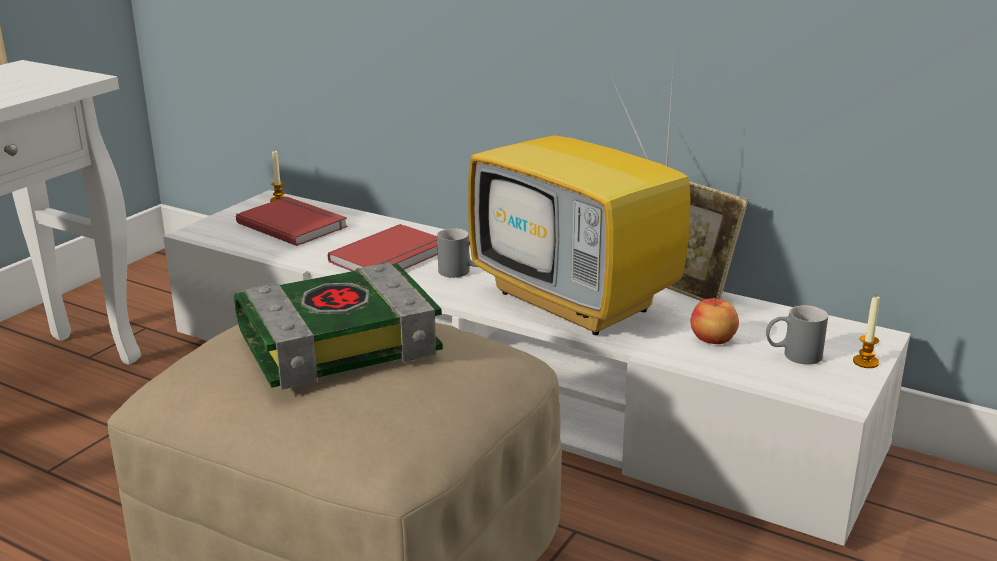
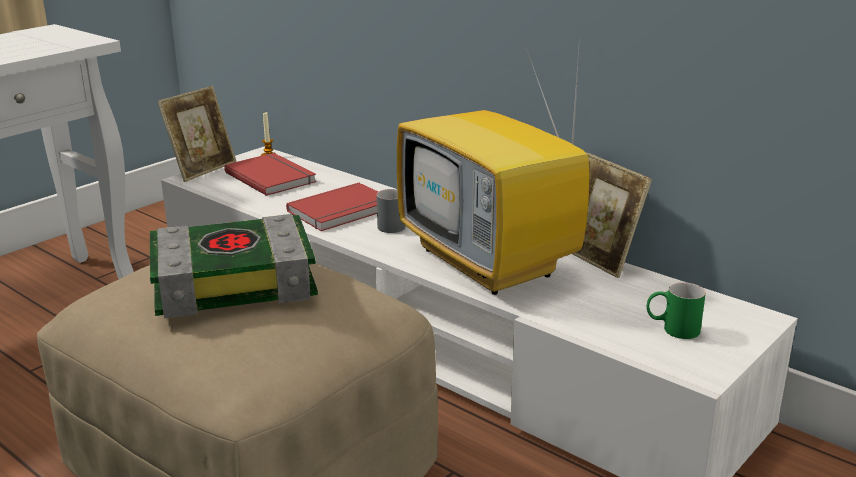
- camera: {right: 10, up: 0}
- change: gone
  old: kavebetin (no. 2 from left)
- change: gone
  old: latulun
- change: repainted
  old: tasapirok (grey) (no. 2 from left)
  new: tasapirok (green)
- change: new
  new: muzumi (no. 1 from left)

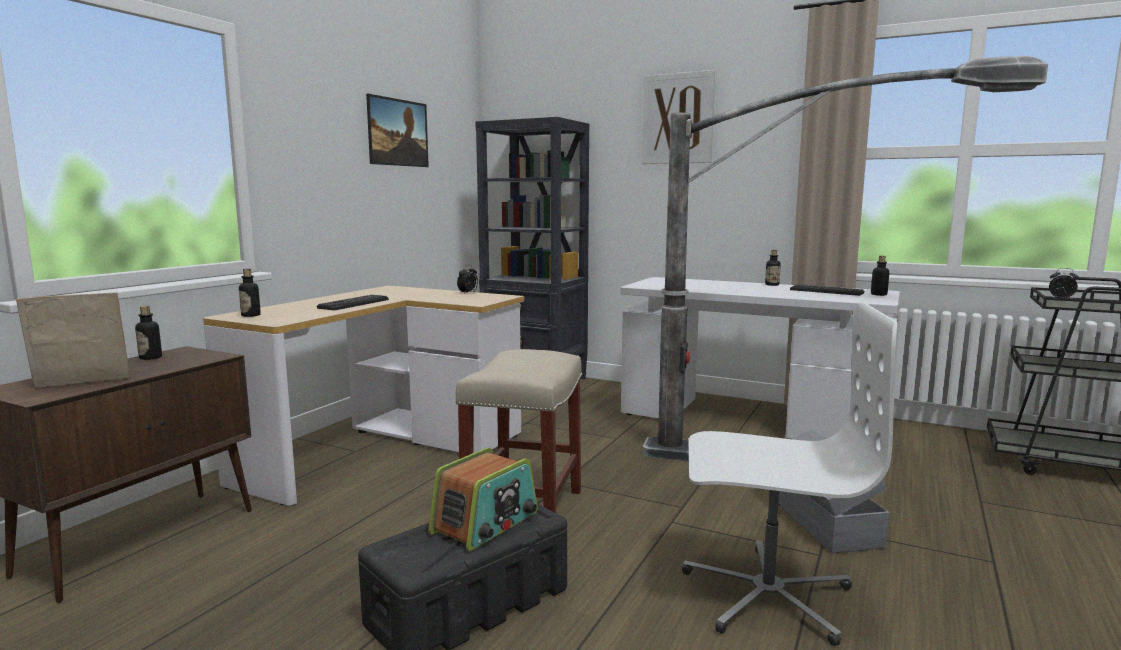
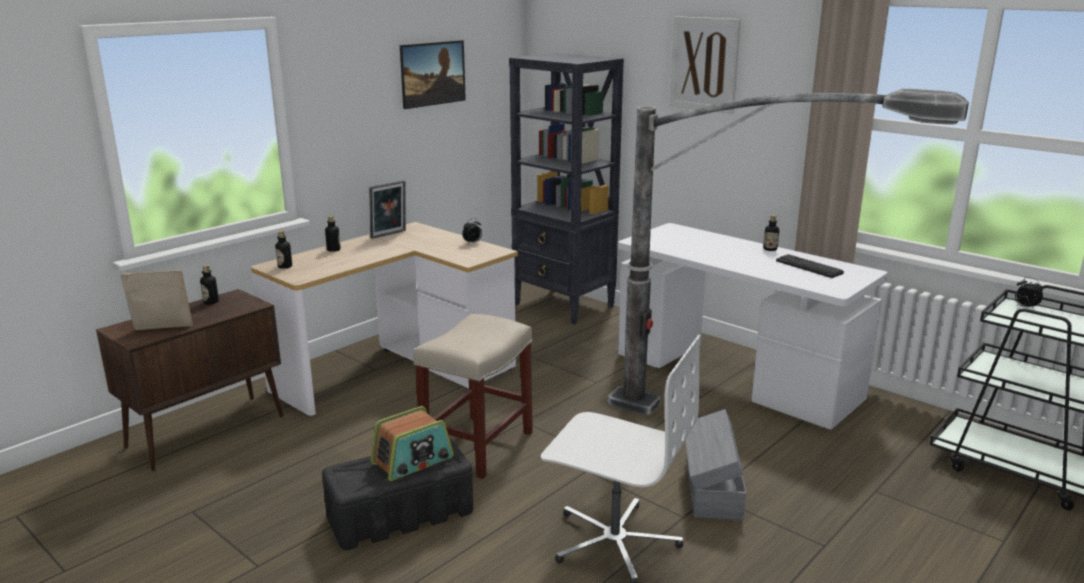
- camera: {right: 15, up: 10}
- change: shifted
  old: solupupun (no. 4 from left in the first image)
  new: solupupun (no. 3 from left)
- change: gone
  old: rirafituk (no. 1 from left)
- change: new
  new: muzumi (no. 2 from left)

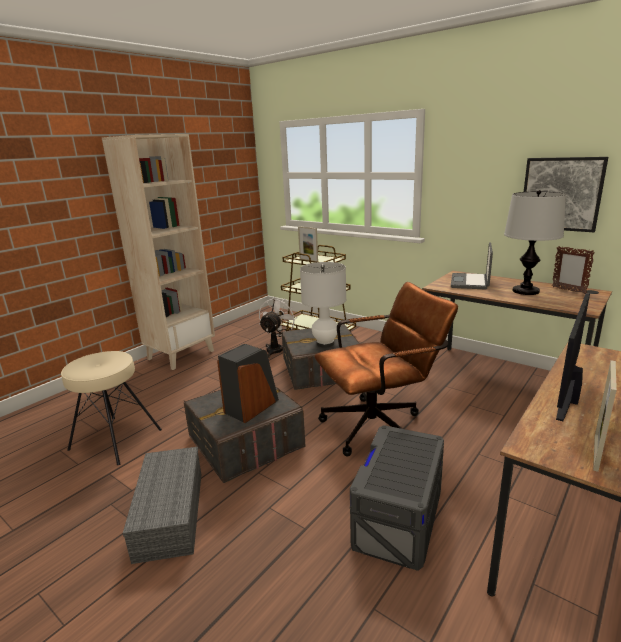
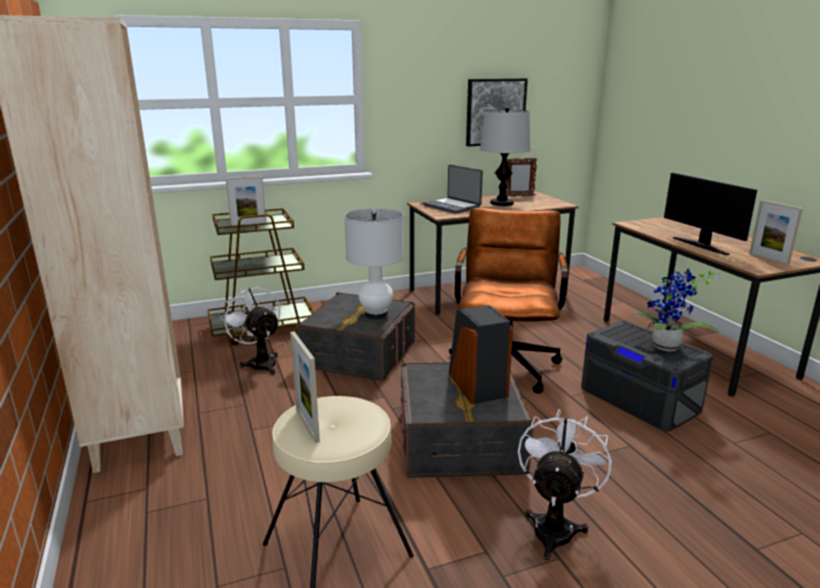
- camera: {right: -60, up: 0}
- change: swapped
  old: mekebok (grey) (no. 1 from left)
  new: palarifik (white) (no. 2 from left)
- change: new
  new: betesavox
- change: new
  new: muzumi (no. 2 from left)

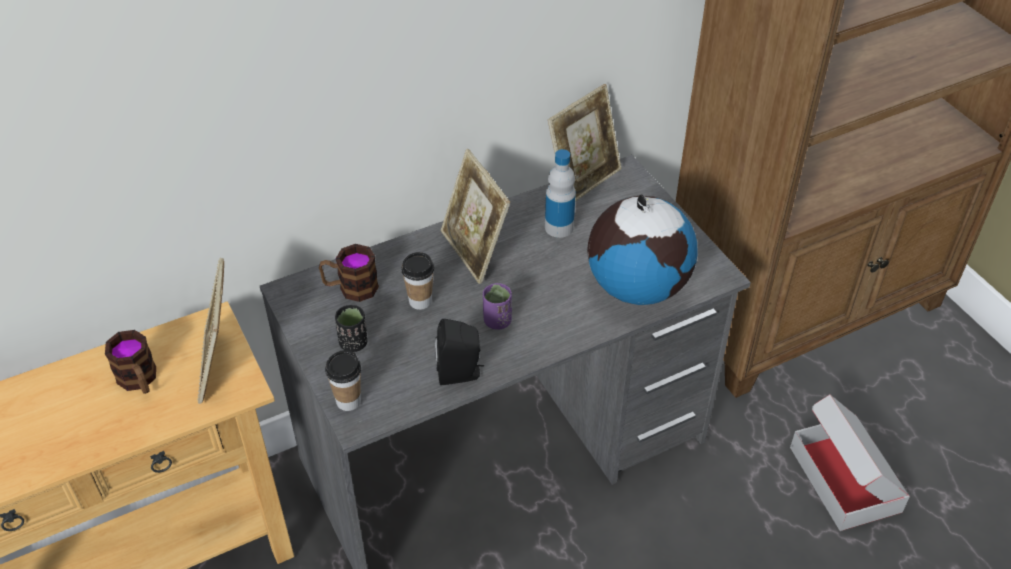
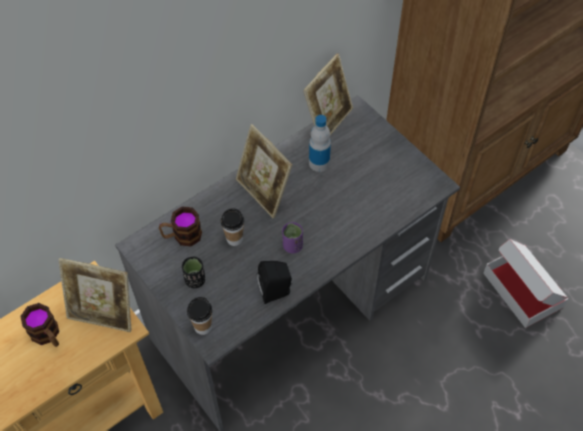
- camera: {right: -10, up: 10}
- change: gone
  old: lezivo
- change: rotated
  old: muzumi (no. 1 from left)
  degrees: -60

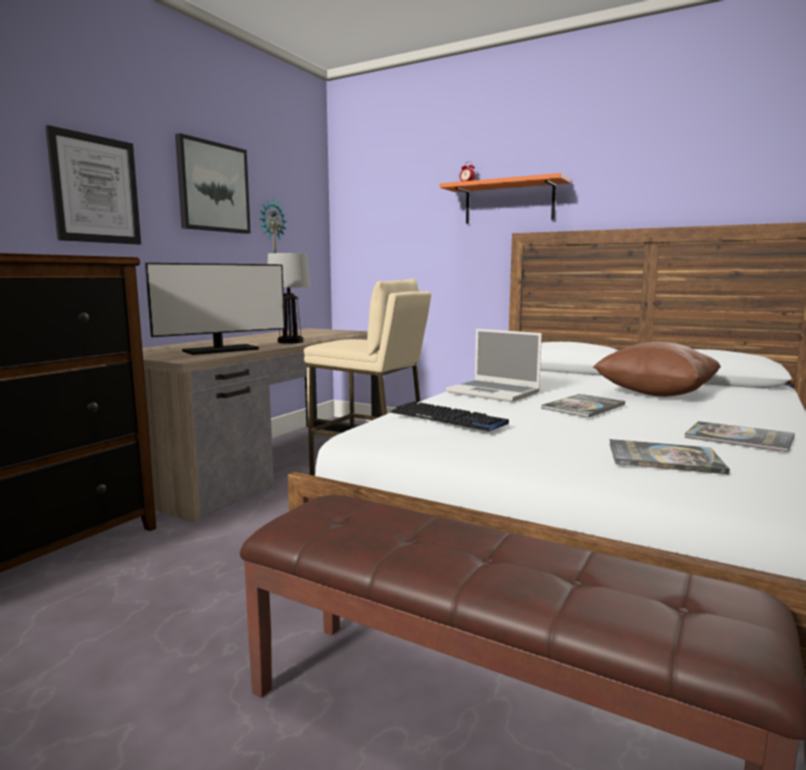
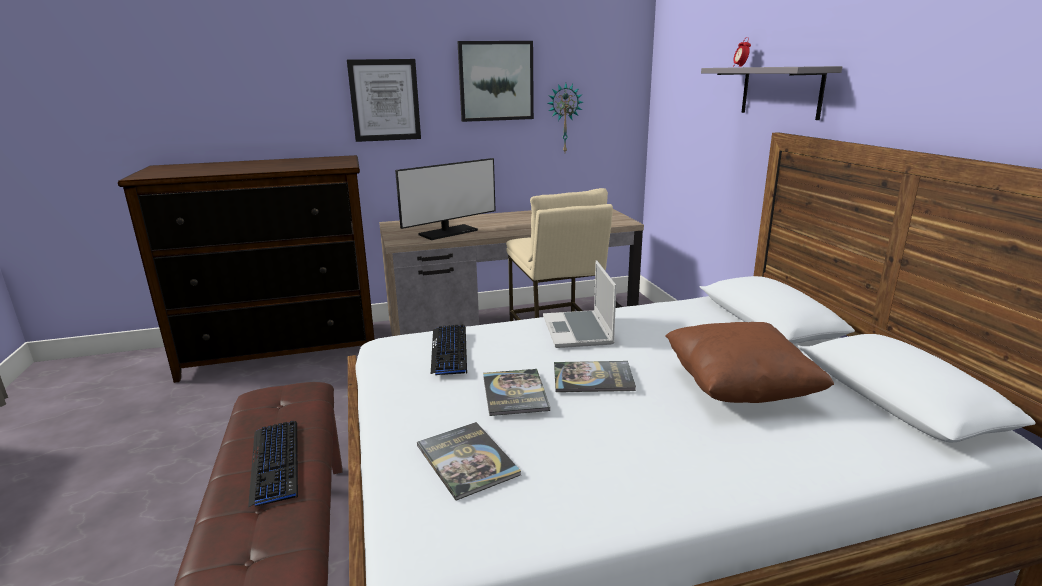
- camera: {right: 45, up: 10}
- change: repainted
  old: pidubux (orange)
  new: pidubux (grey)
- change: gone
  old: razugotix
- change: rotated
  old: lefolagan
  degrees: -45
- change: shifted
  old: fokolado (no. 3 from left in the first image)
  new: fokolado (no. 2 from left)
- change: new
  new: rirafituk (no. 1 from left)

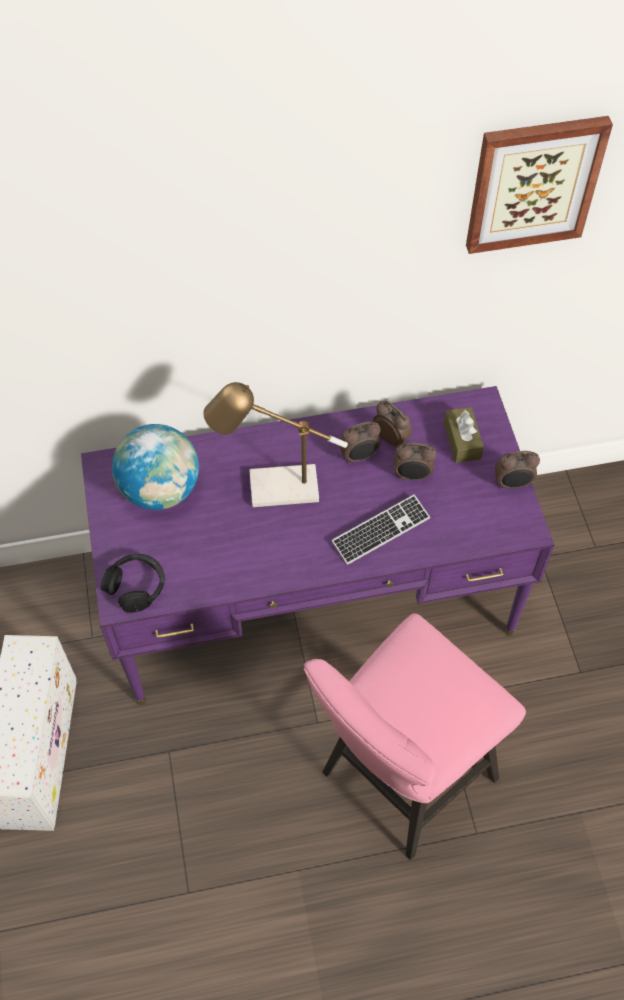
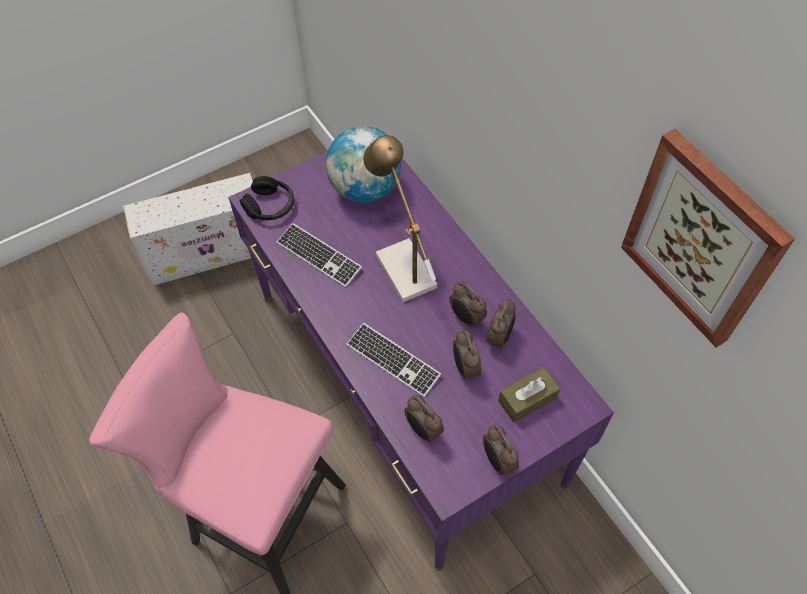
- camera: {right: 70, up: 0}
- change: new
  new: rirafituk (no. 1 from left)
- change: new
  new: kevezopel (no. 1 from left)

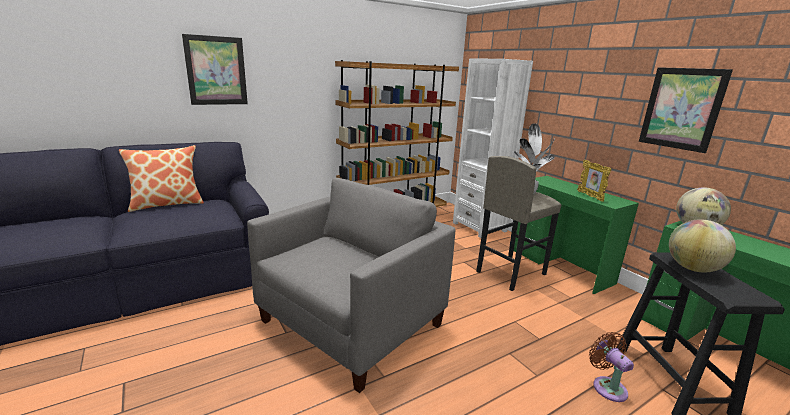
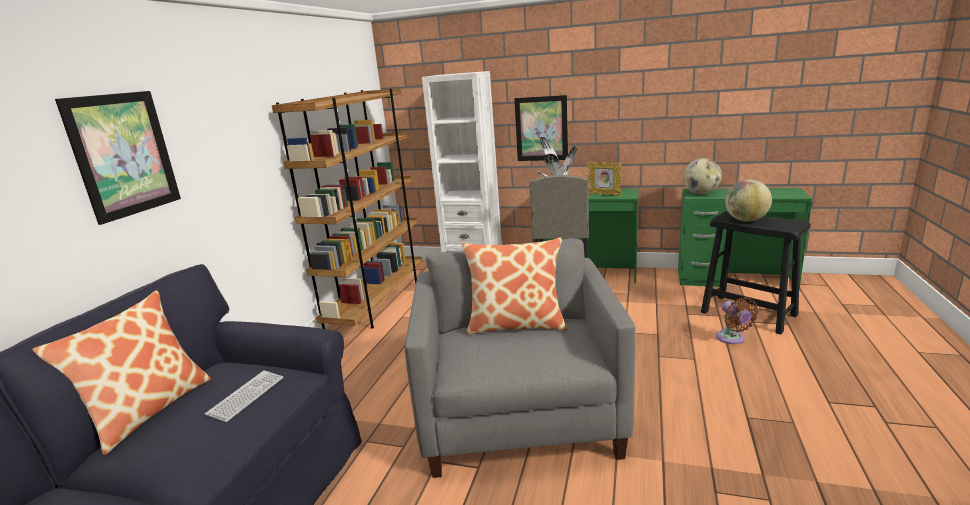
- camera: {right: -40, up: 0}
- change: shifted
  old: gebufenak (no. 2 from left)
- change: rotated
  old: palarifik (brown)
  degrees: -135
- change: new
  new: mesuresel (no. 2 from left)
- change: new
  new: rirafituk

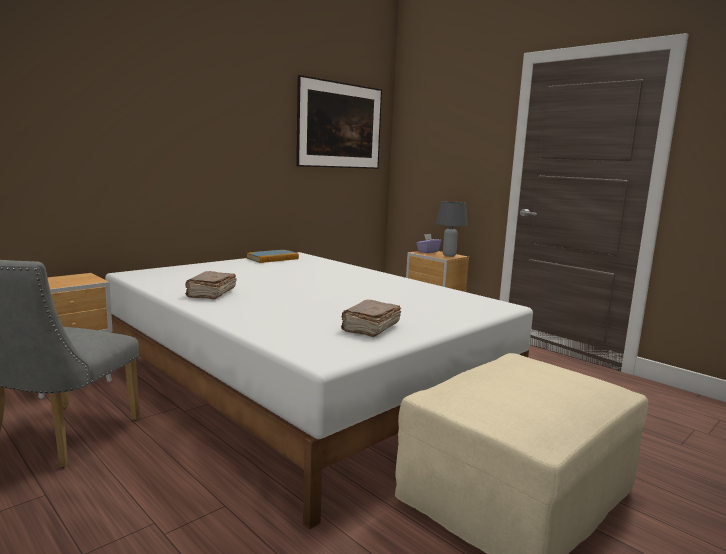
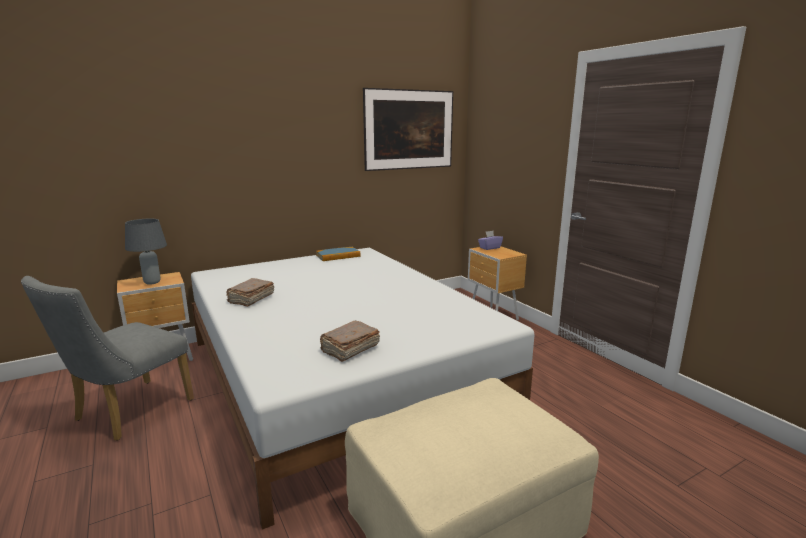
- camera: {right: 15, up: 5}
- change: shifted
  old: razugotix (grey)

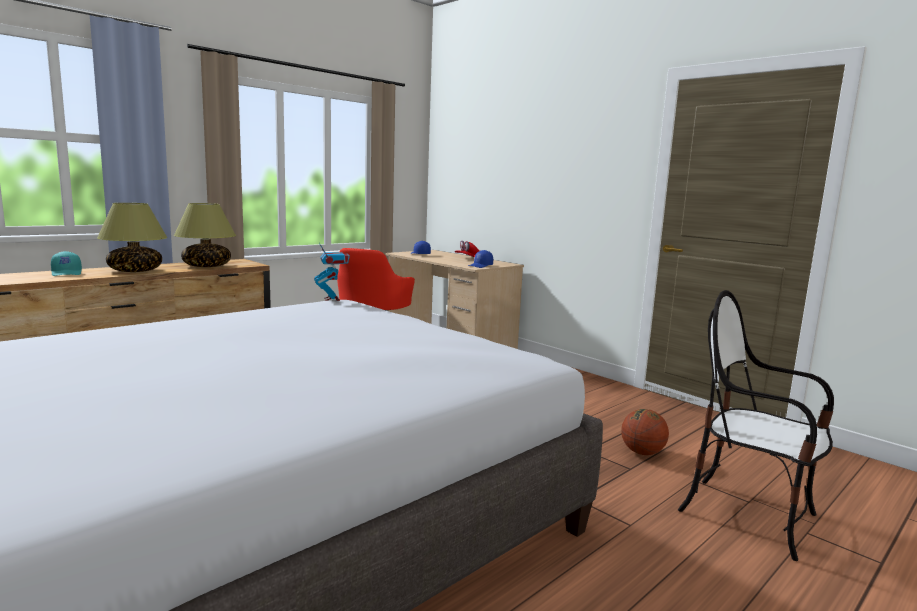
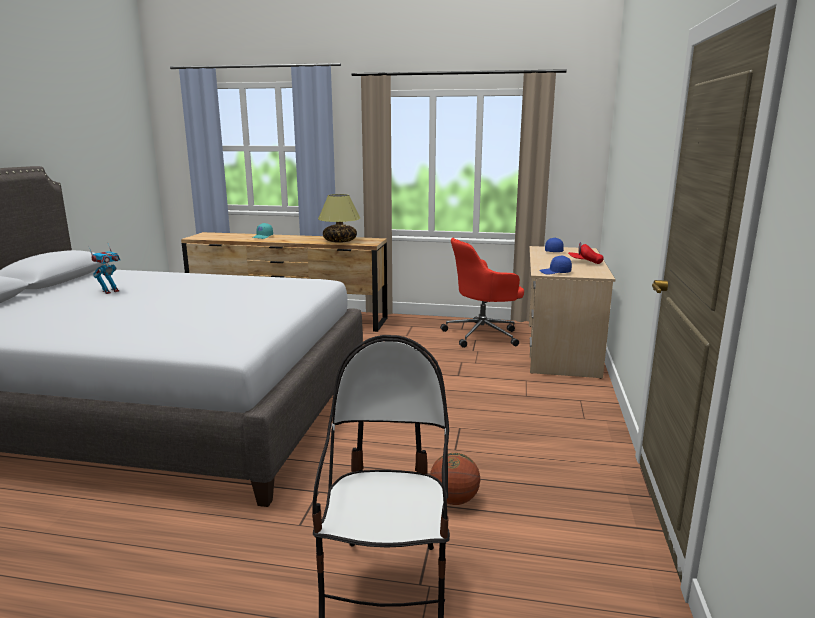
- camera: {right: 55, up: 5}
- change: gone
  old: razugotix (no. 1 from left)
- change: shifted
  old: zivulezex

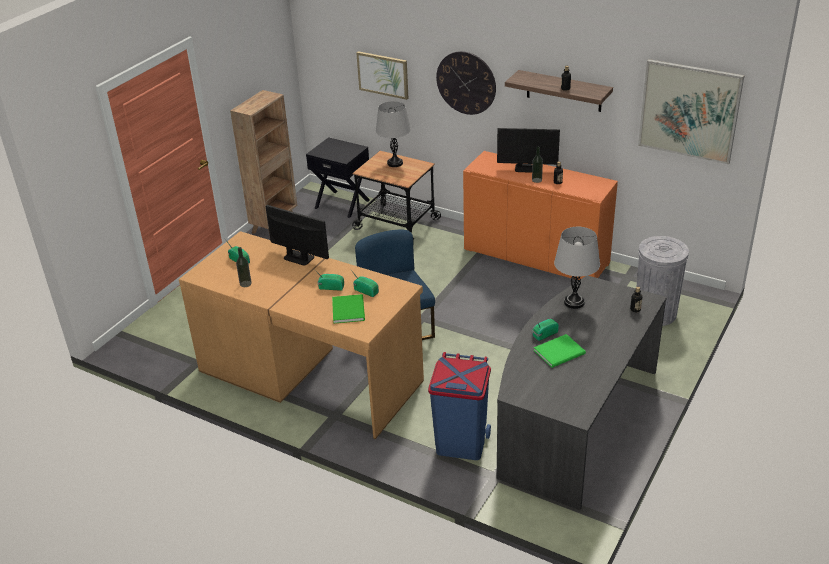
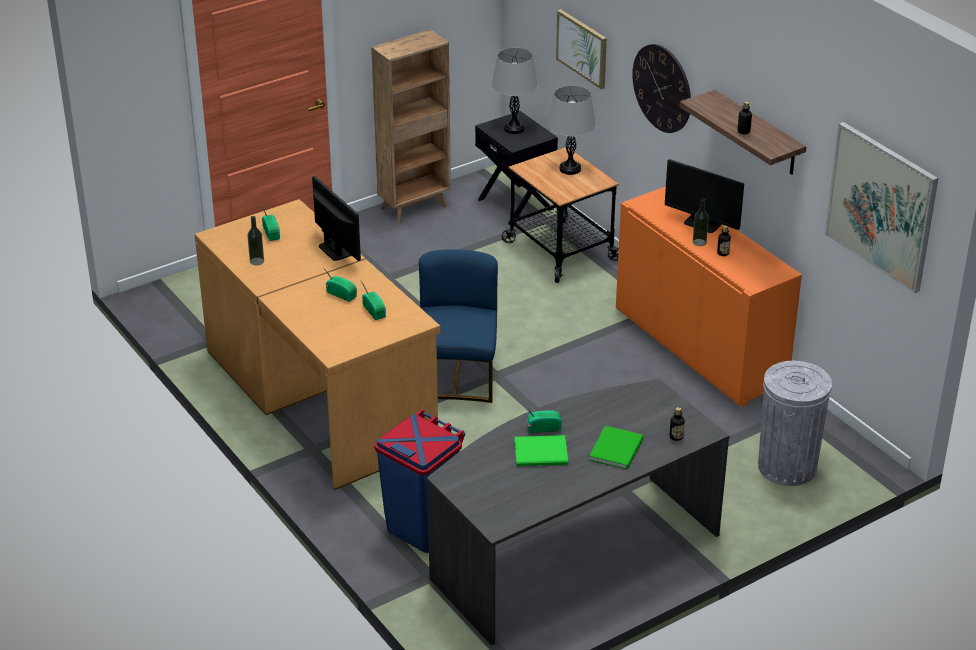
- camera: {right: 25, up: 0}
- change: shifted
  old: razugotix (grey) (no. 2 from left in the first image)
  new: razugotix (grey) (no. 1 from left)
- change: shifted
  old: fokolado (green) (no. 1 from left in the first image)
  new: fokolado (green) (no. 2 from left)

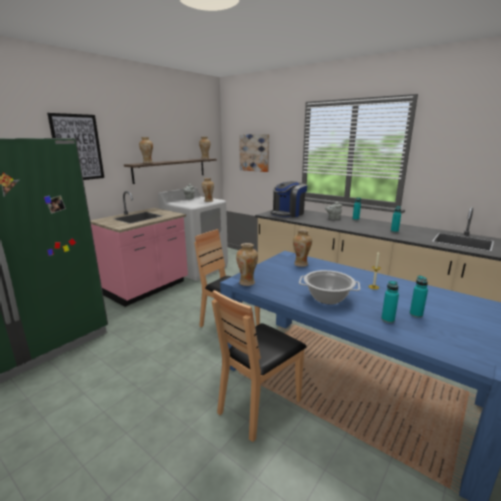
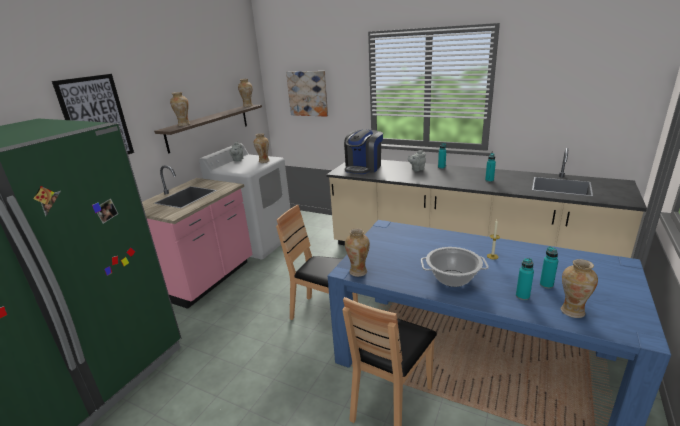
- camera: {right: -10, up: 5}
- change: shifted
  old: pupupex (no. 5 from left)

